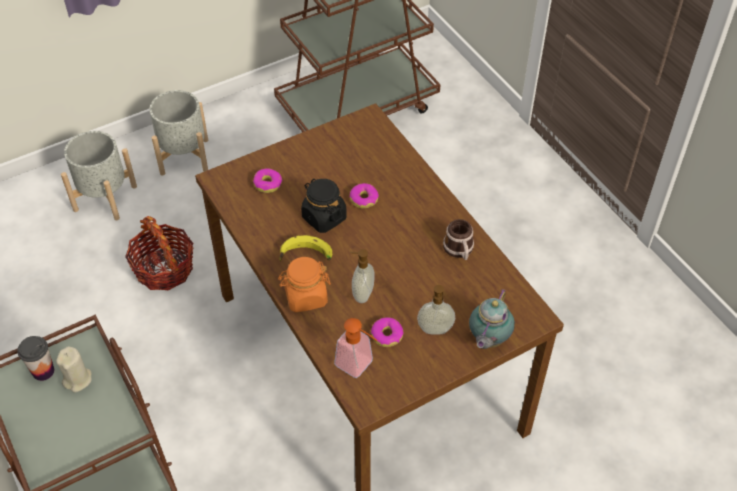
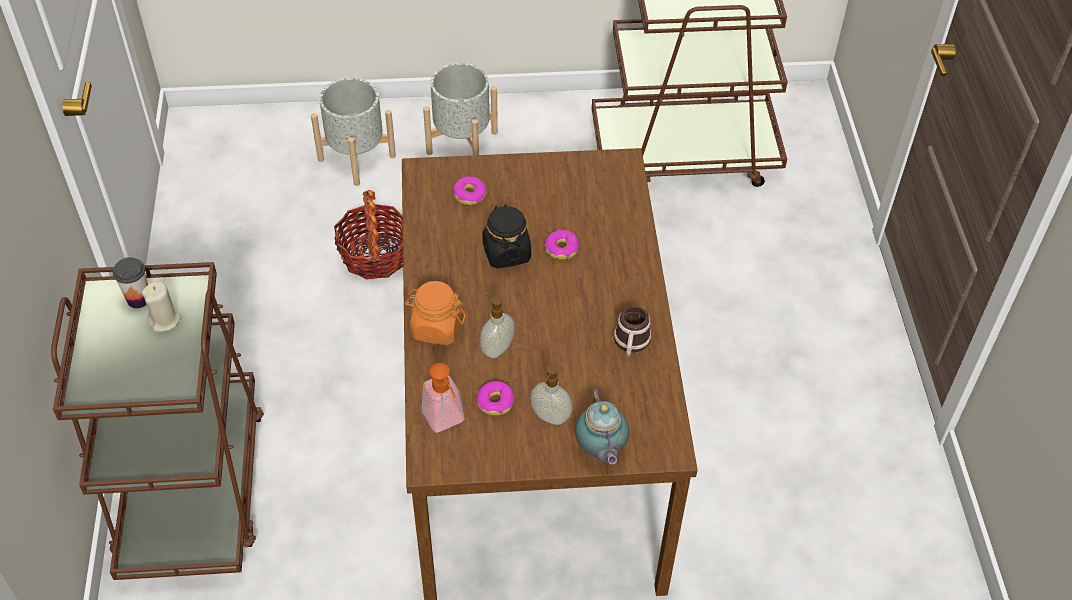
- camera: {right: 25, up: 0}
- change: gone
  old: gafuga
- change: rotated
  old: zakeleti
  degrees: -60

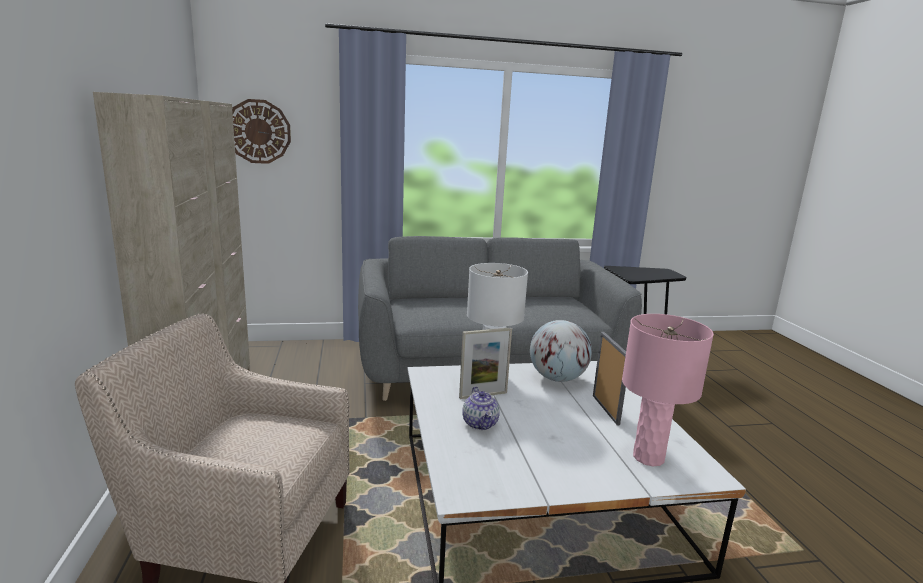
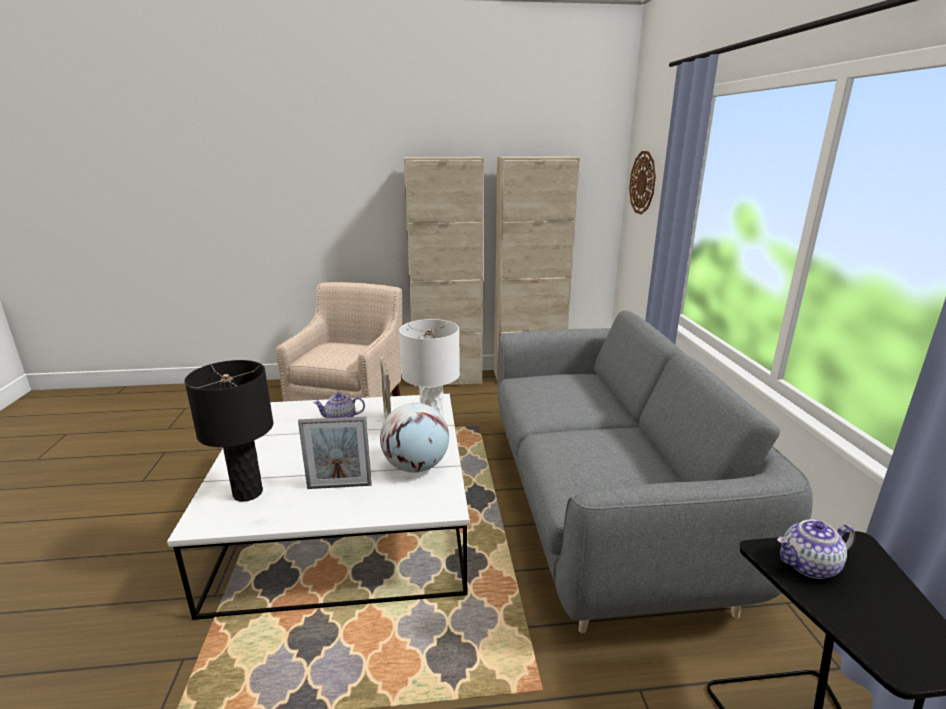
- camera: {right: 95, up: 5}
- change: repainted
  old: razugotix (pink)
  new: razugotix (black)
- change: new
  new: zakeleti (no. 2 from left)

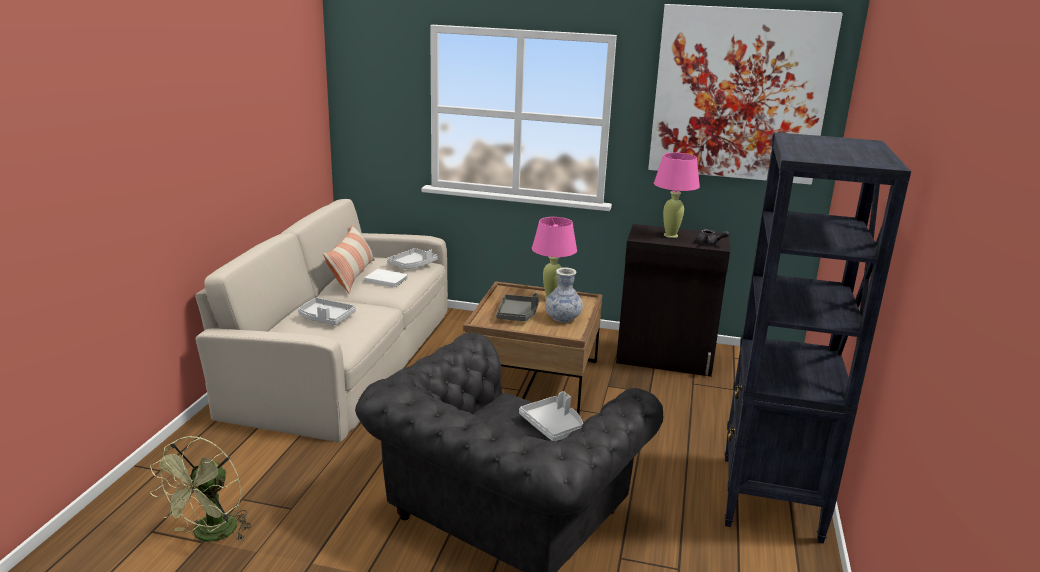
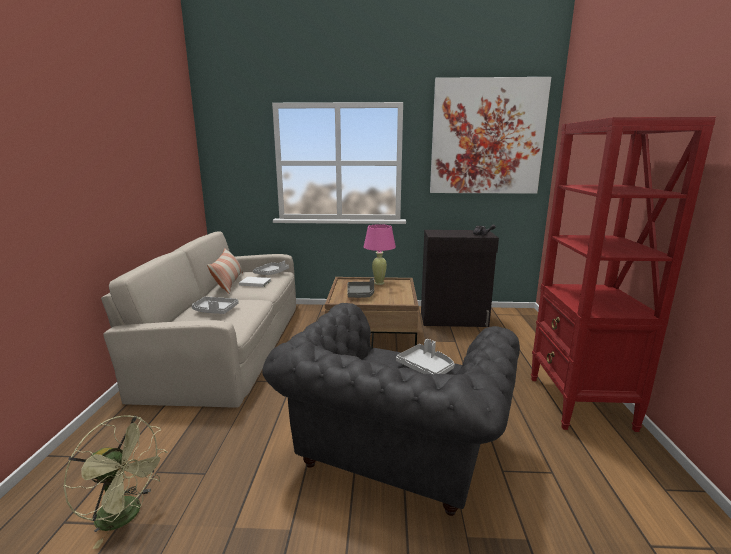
- camera: {right: -10, up: -5}
- change: repainted
  old: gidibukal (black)
  new: gidibukal (red)
- change: gone
  old: razugotix (pink) (no. 2 from left)
- change: gone
  old: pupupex
- change: rotated
  old: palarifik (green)
  degrees: -75

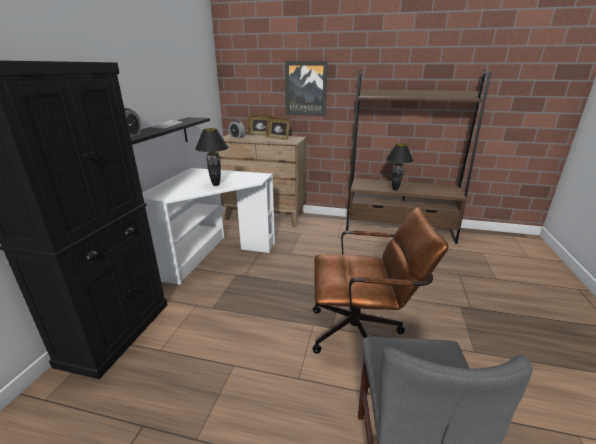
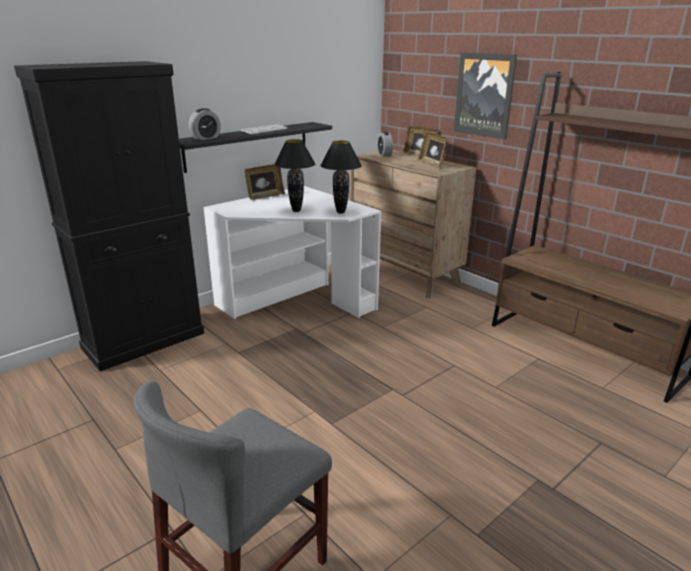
- camera: {right: 35, up: 0}
- change: shifted
  old: razugotix (black) (no. 2 from left)
- change: gone
  old: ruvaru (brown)
- change: new
  new: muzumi (no. 1 from left)

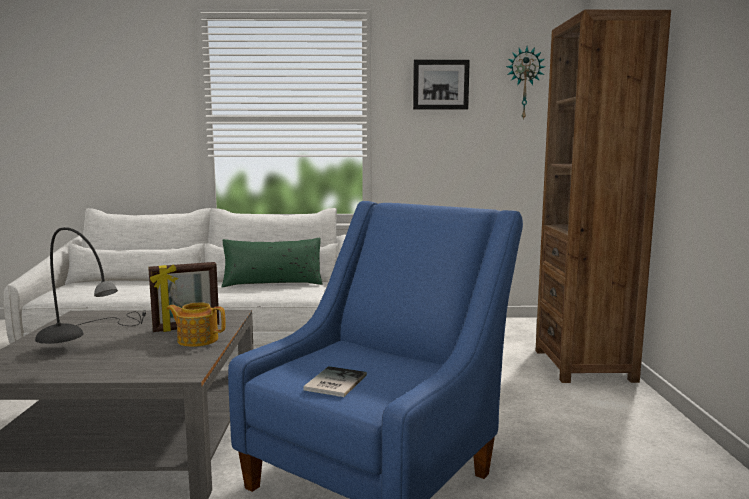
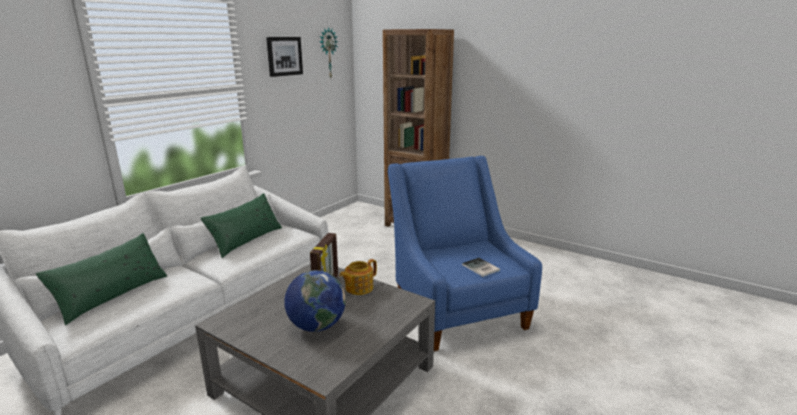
- camera: {right: -55, up: 10}
- change: swapped
  old: razugotix (grey)
  new: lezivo
- change: new
  new: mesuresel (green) (no. 1 from left)

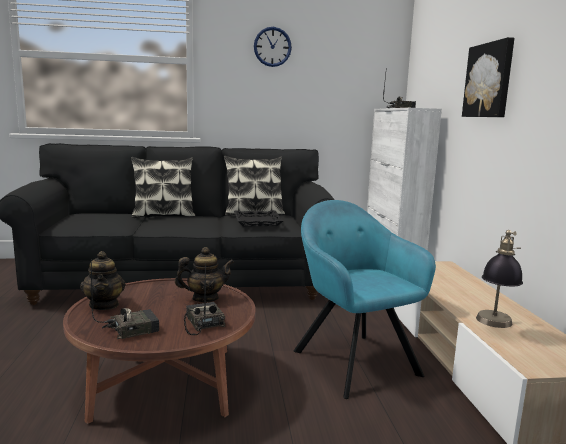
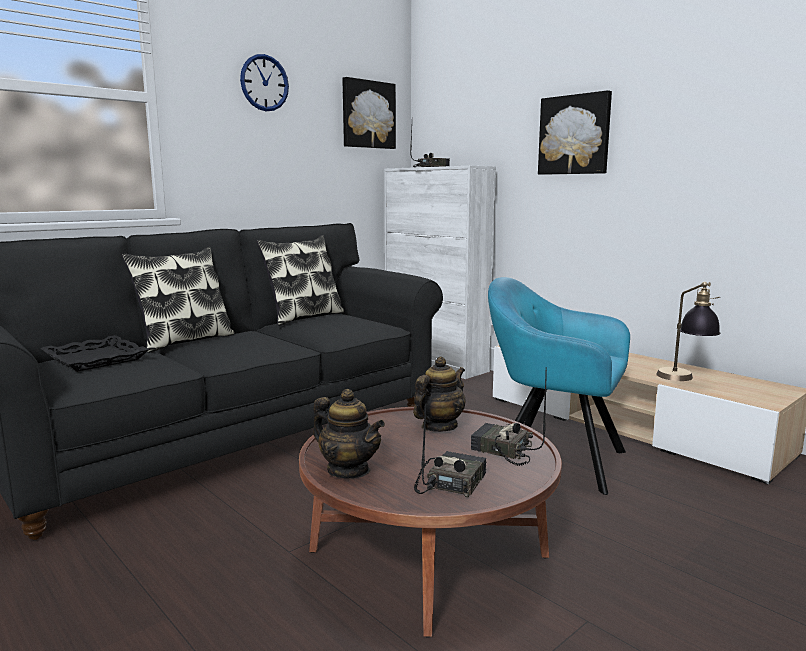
- camera: {right: -35, up: 0}
- change: shifted
  old: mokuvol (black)
- change: new
  new: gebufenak (no. 1 from left)

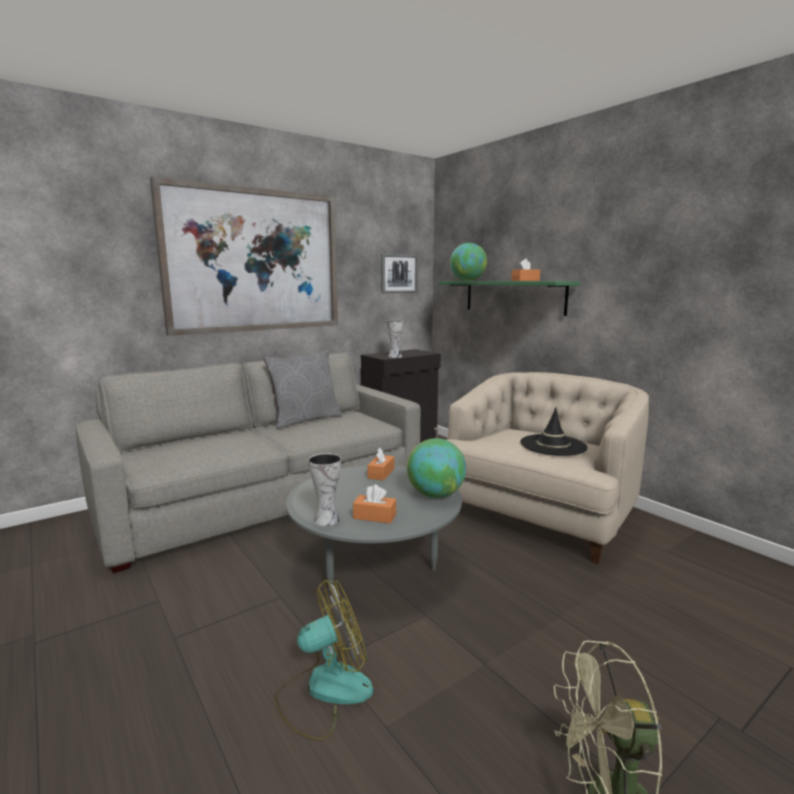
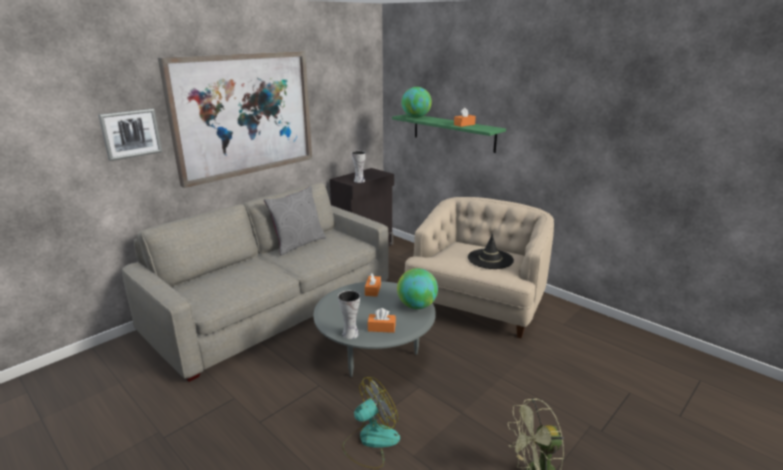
- camera: {right: -10, up: 10}
- change: shifted
  old: gebufenak (no. 2 from left in the first image)
  new: gebufenak (no. 1 from left)

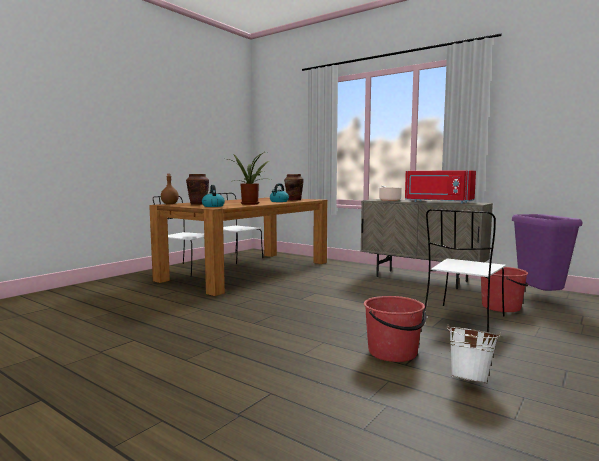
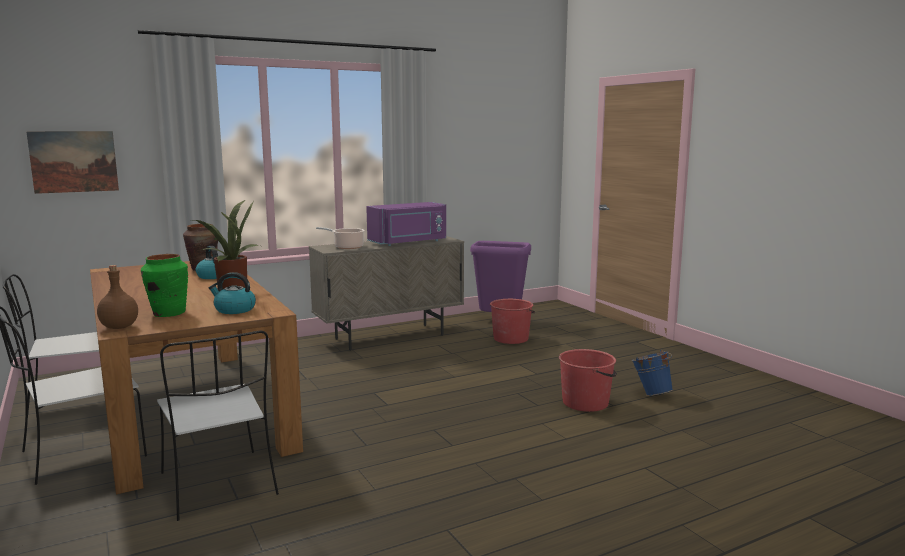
- camera: {right: -65, up: 5}
- change: repainted
  old: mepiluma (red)
  new: mepiluma (purple)
- change: repainted
  old: pupupex (brown) (no. 1 from left)
  new: pupupex (green)
- change: shifted
  old: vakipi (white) (no. 3 from left)
- change: repainted
  old: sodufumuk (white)
  new: sodufumuk (blue)
- change: new
  new: gebufenak

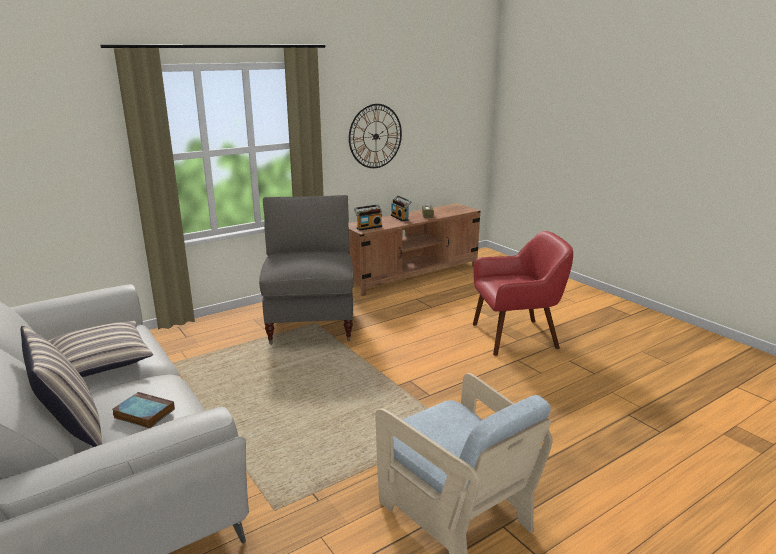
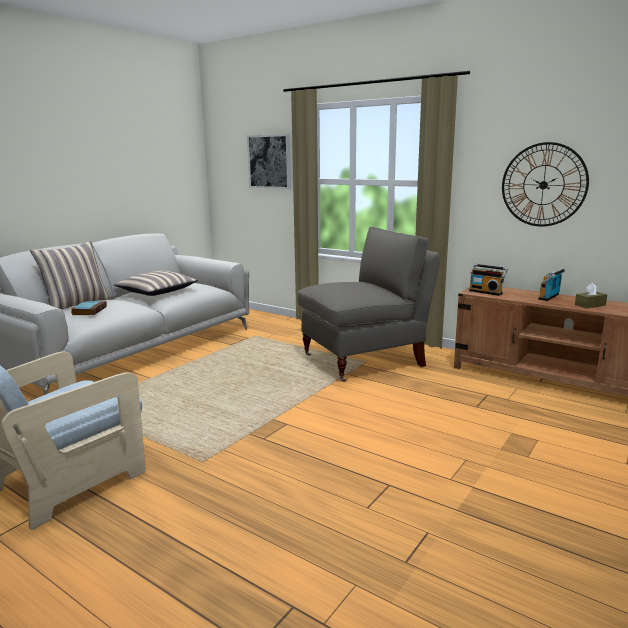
- camera: {right: 70, up: -5}
- change: gone
  old: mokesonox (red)
- change: new
  new: gebufenak

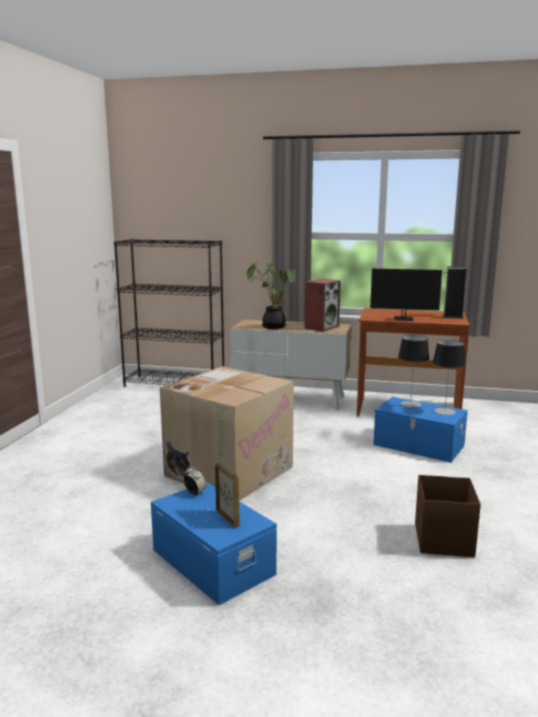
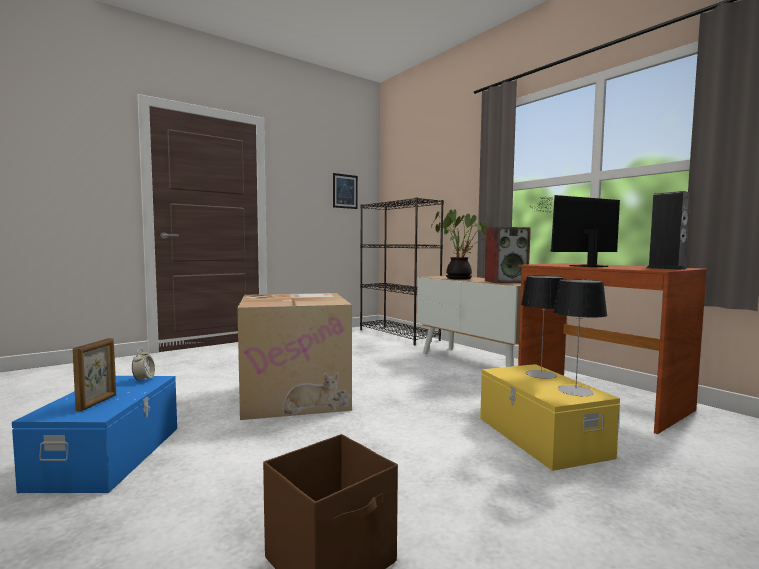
- camera: {right: 40, up: -10}
- change: rotated
  old: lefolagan
  degrees: 105
- change: repainted
  old: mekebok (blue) (no. 2 from left)
  new: mekebok (yellow)
- change: new
  new: gebufenak

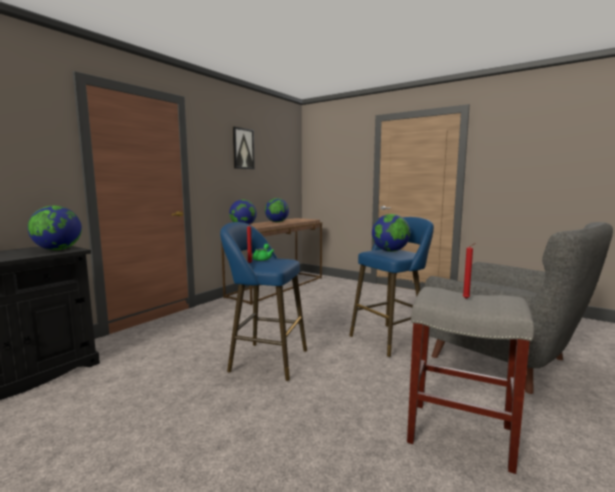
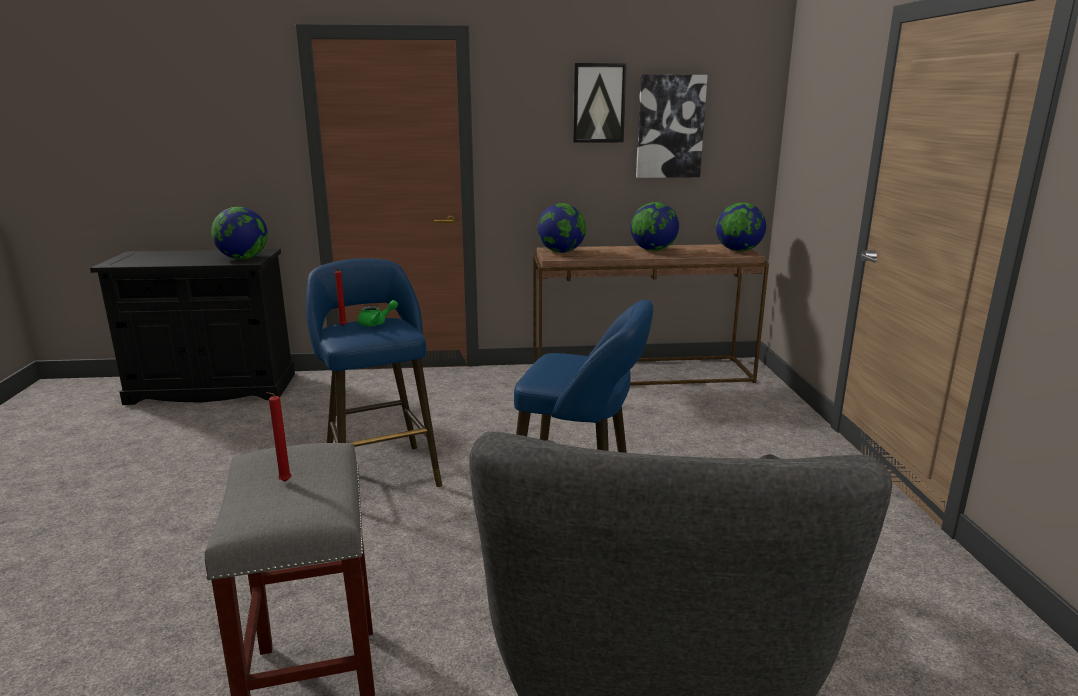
- camera: {right: 50, up: 10}
- change: shifted
  old: lezivo (no. 4 from left)
- change: new
  new: gebufenak (no. 2 from left)

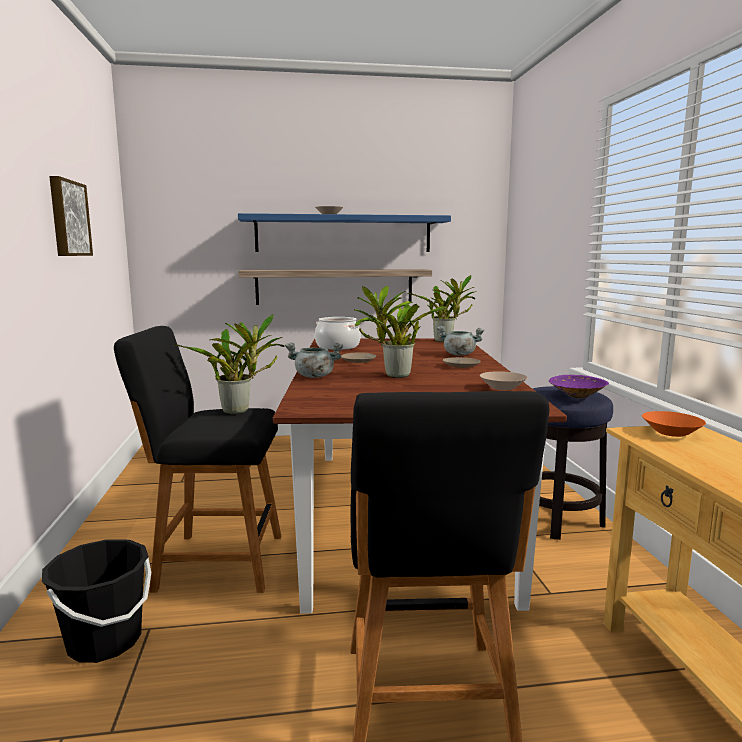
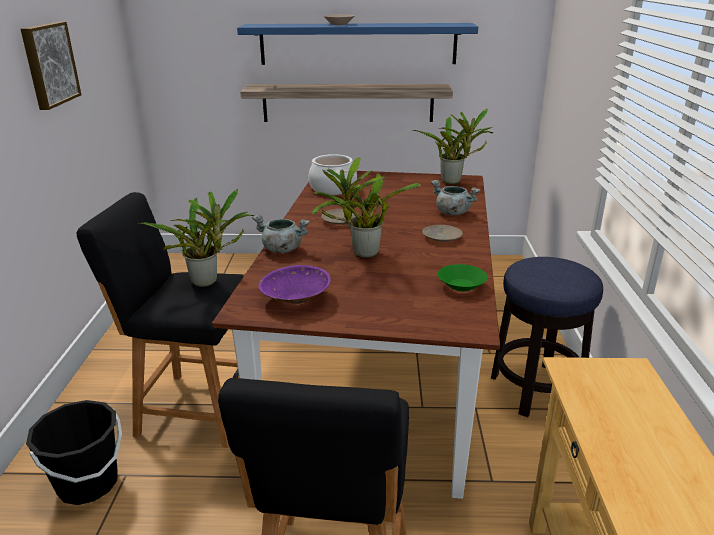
- camera: {right: 10, up: 15}
- change: repainted
  old: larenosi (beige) (no. 2 from left)
  new: larenosi (green)
- change: shifted
  old: larenosi (purple)
- change: gone
  old: larenosi (orange)

